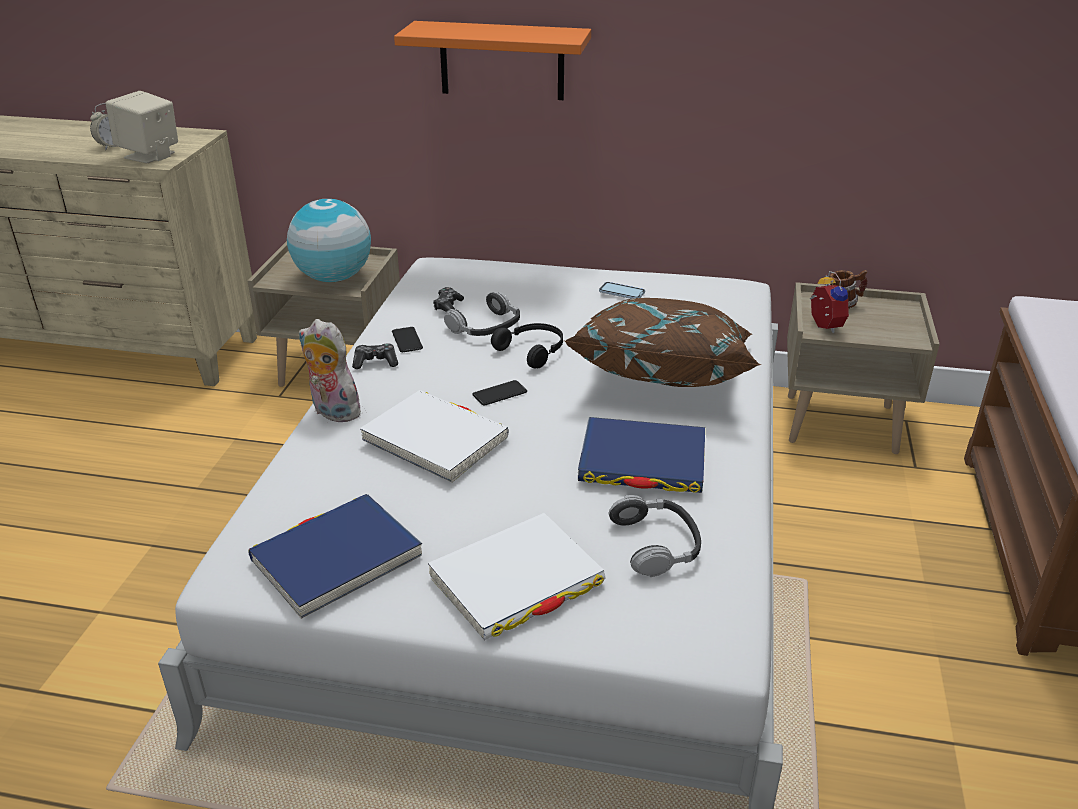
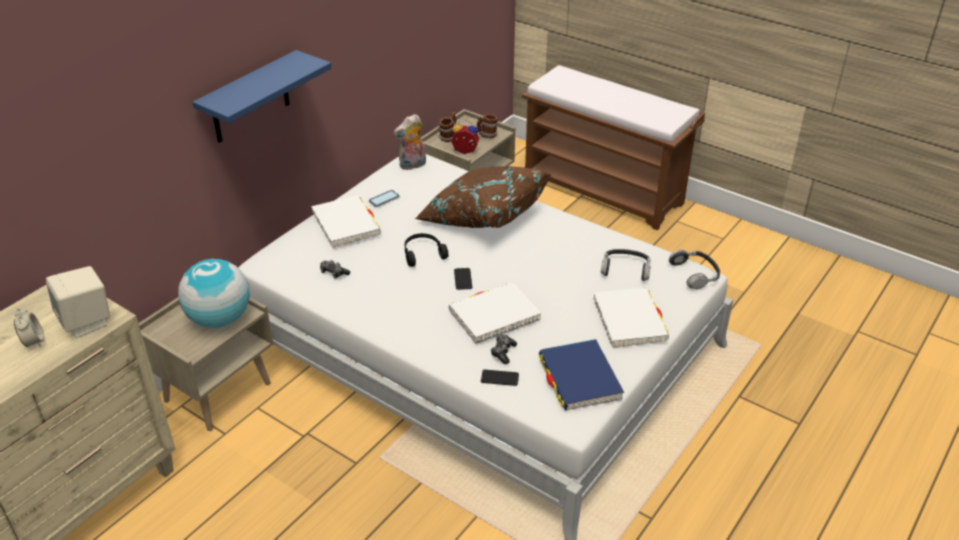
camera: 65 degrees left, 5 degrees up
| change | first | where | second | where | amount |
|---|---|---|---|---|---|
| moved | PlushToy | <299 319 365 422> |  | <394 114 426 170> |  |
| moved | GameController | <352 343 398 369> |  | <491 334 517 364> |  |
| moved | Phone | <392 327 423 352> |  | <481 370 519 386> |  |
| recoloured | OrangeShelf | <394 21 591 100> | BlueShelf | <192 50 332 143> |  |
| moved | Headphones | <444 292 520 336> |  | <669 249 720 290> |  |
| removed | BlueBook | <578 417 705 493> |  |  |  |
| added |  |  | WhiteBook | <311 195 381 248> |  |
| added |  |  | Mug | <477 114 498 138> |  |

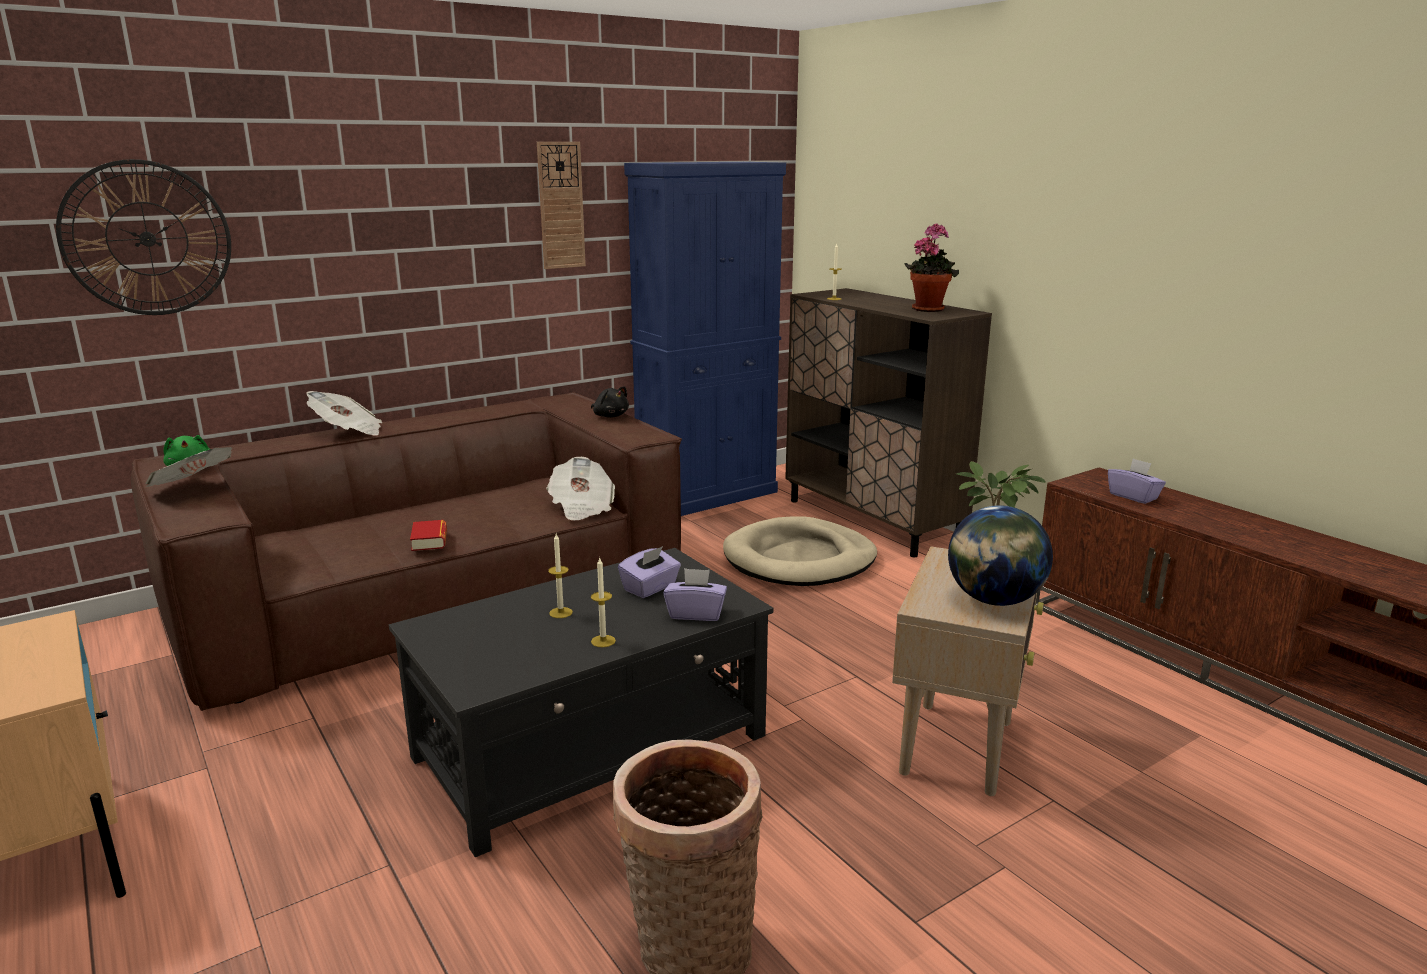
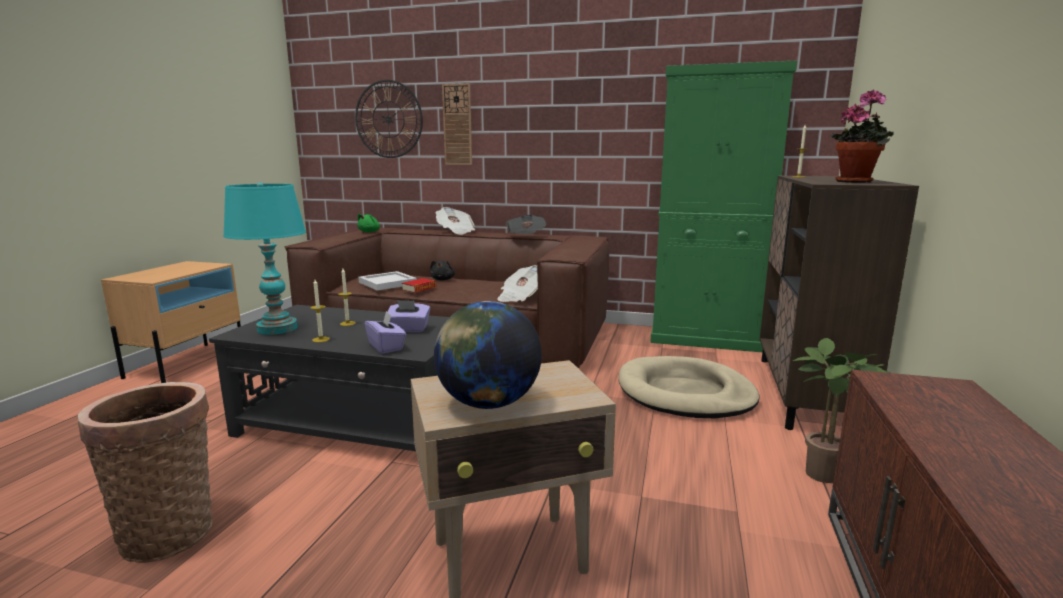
camera: 50 degrees right, 5 degrees down
| change | first | where | second | where | amount |
|---|---|---|---|---|---|
| moved | Newspaper | <145 447 232 487> |  | <506 215 547 234> |  |
| moved | WallClock | <537 142 586 269> |  | <442 83 472 165> |  |
| moved | BlackPlushToy | <591 386 629 418> |  | <430 260 455 280> |  |
| recoloured | BlueCabinet | <624 162 786 516> | GreenCabinet | <650 60 797 352> |  |
| removed | PurpleTissueBox | <1108 458 1166 504> |  |  |  |
| added |  |  | TurquoiseTableLamp | <223 183 306 335> |  |
| added |  |  | WhiteTray | <359 271 417 291> |  |

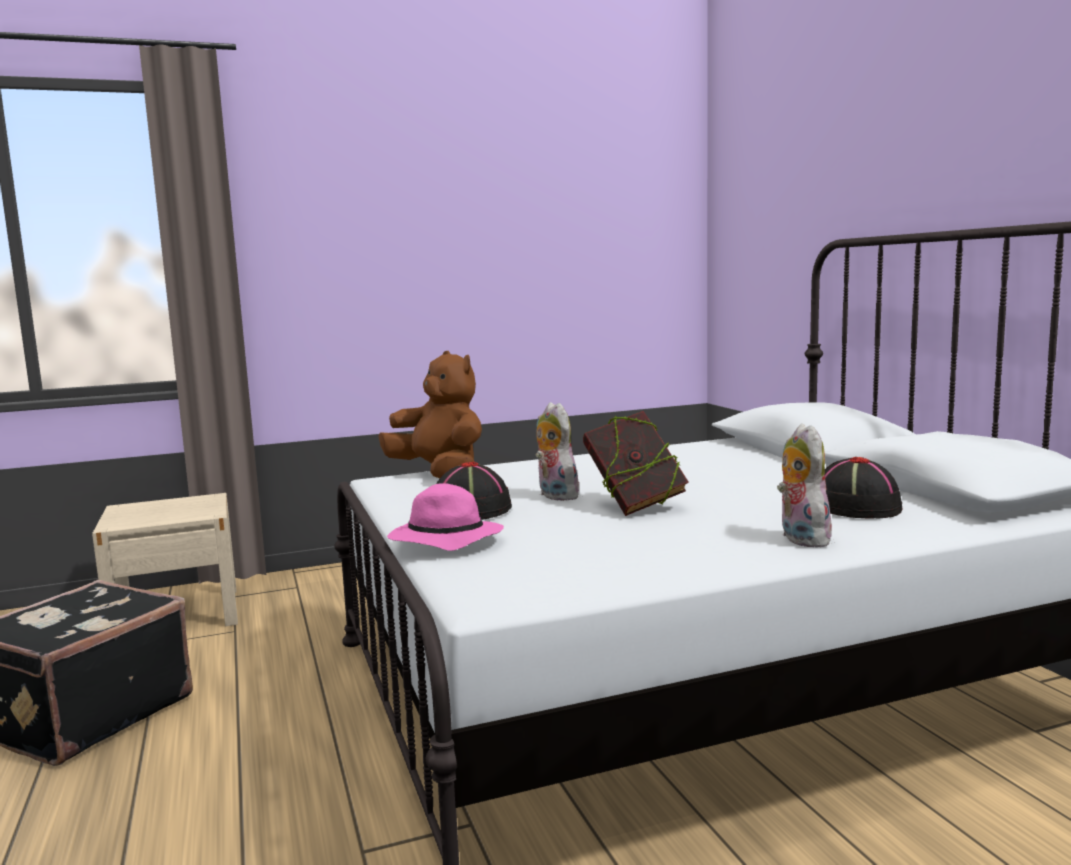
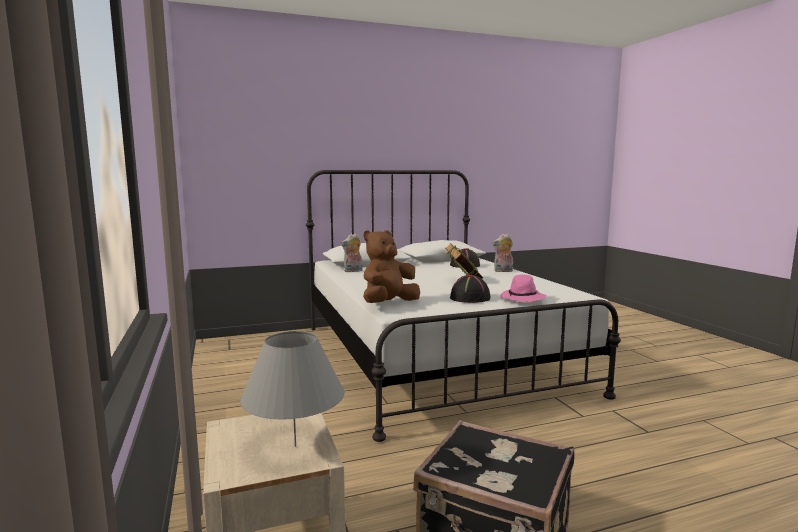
camera: 90 degrees left, 0 degrees up
| change | first | where | second | where | amount |
|---|---|---|---|---|---|
| moved | PlushToy | <536 402 579 501> |  | <341 233 362 272> |  |
| added |  |  | GreyTableLamp | <240 331 345 447> |  |

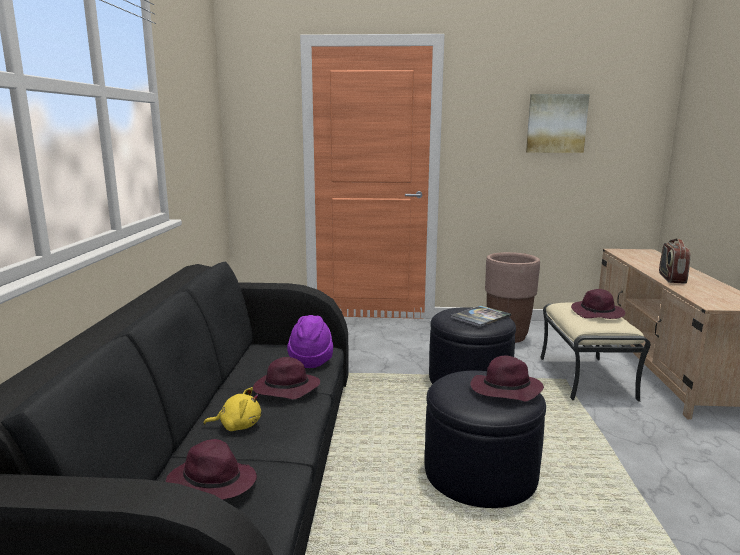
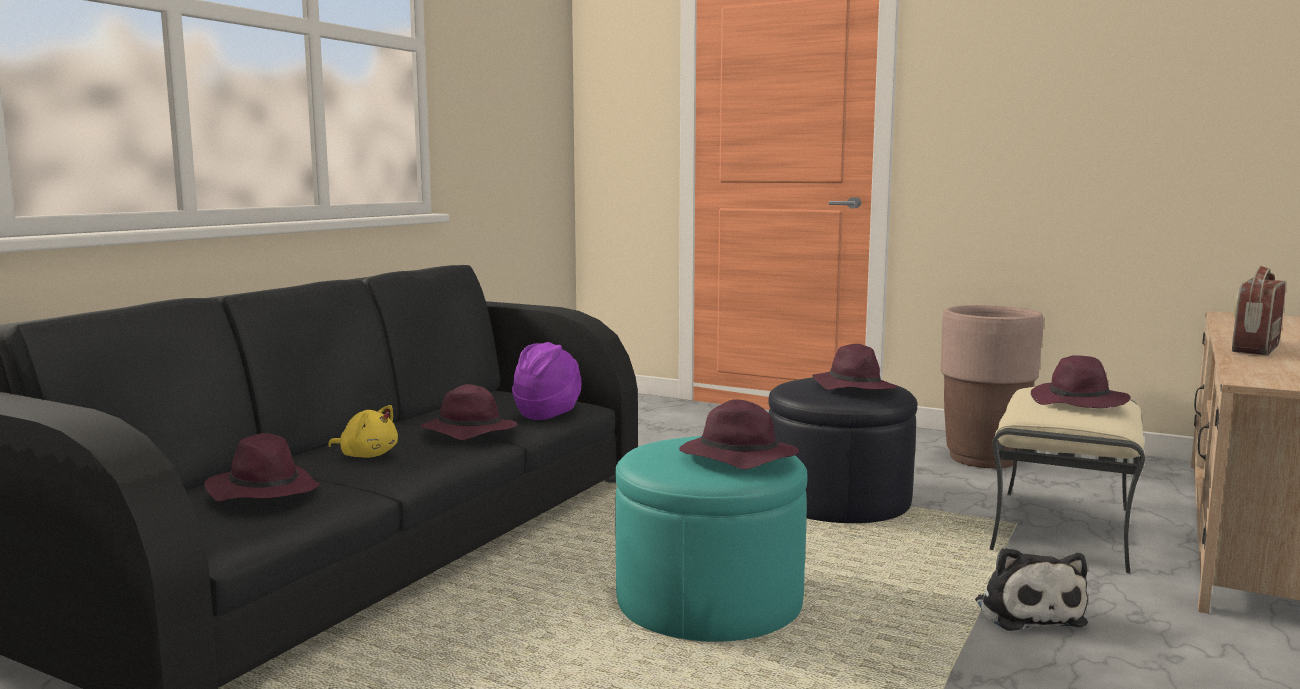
camera: 25 degrees right, 5 degrees down
| change | first | where | second | where | amount |
|---|---|---|---|---|---|
| recoloured | BlackOttoman | <425 371 546 508> | TurquoiseOttoman | <615 436 808 642> |  |
| replaced | Book | <451 305 511 327> | PurpleHat | <812 344 897 390> |  |
| removed | Picture | <526 94 590 153> |  |  |  |
| added |  |  | PlushToy | <975 547 1088 631> |  |

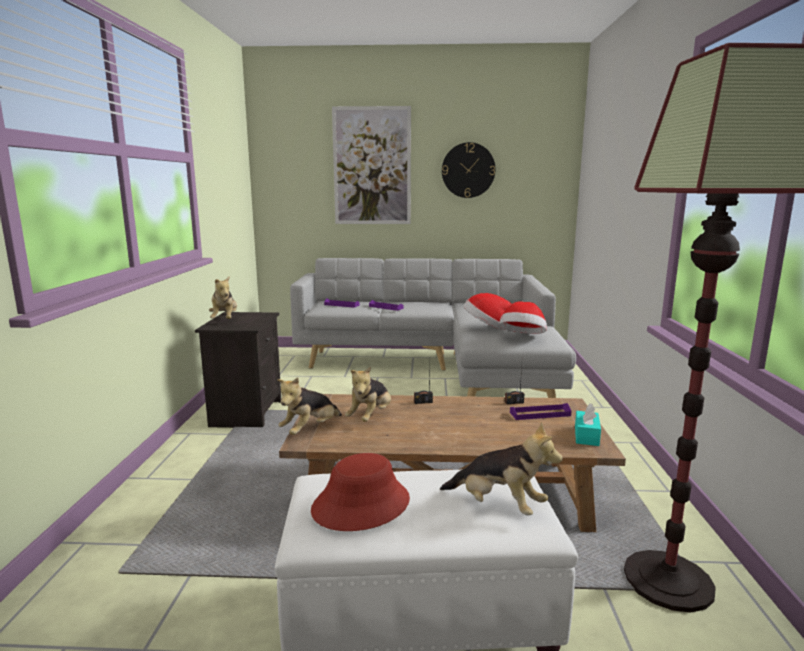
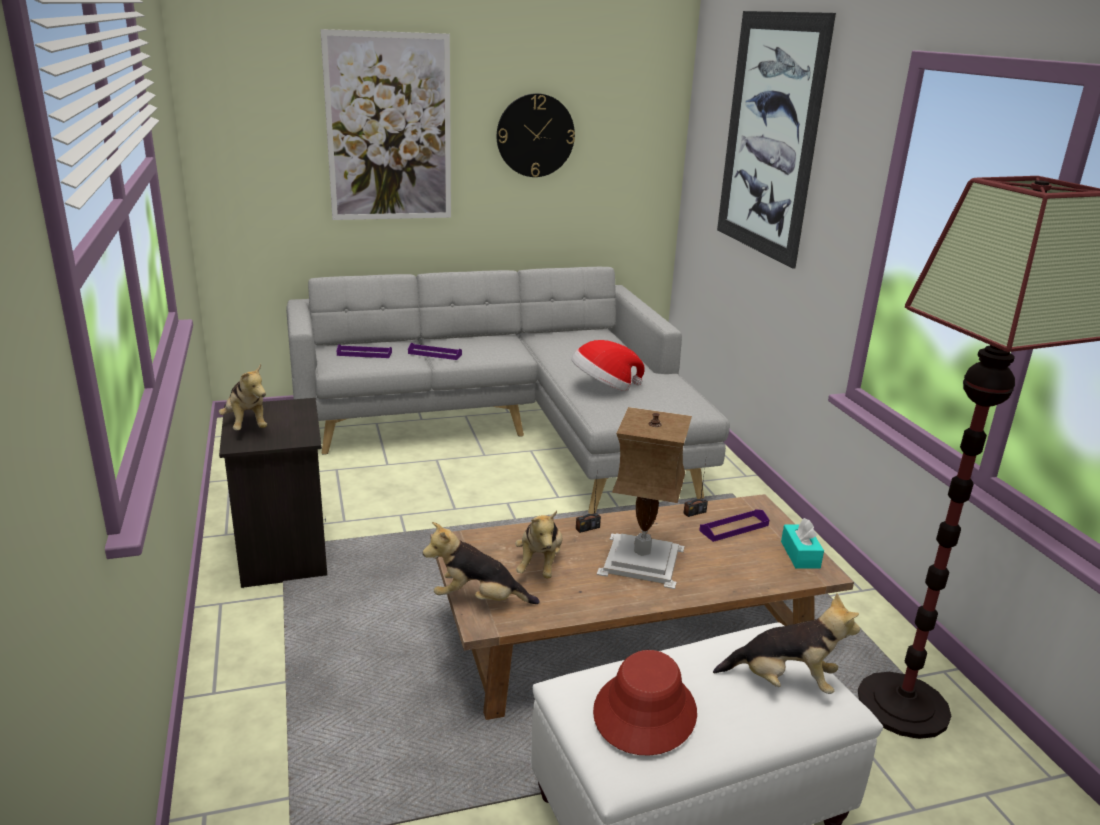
camera: 20 degrees left, 10 degrees up
| change | first | where | second | where | amount |
|---|---|---|---|---|---|
| turned | PlushToy | <277 378 342 435> |  | <423 522 540 604> | 75 degrees clockwise |
| removed | Hat | <499 301 547 334> |  |  |  |
| added |  |  | TableLamp | <596 407 692 589> |  |
| added |  |  | Picture | <717 11 836 269> |  |

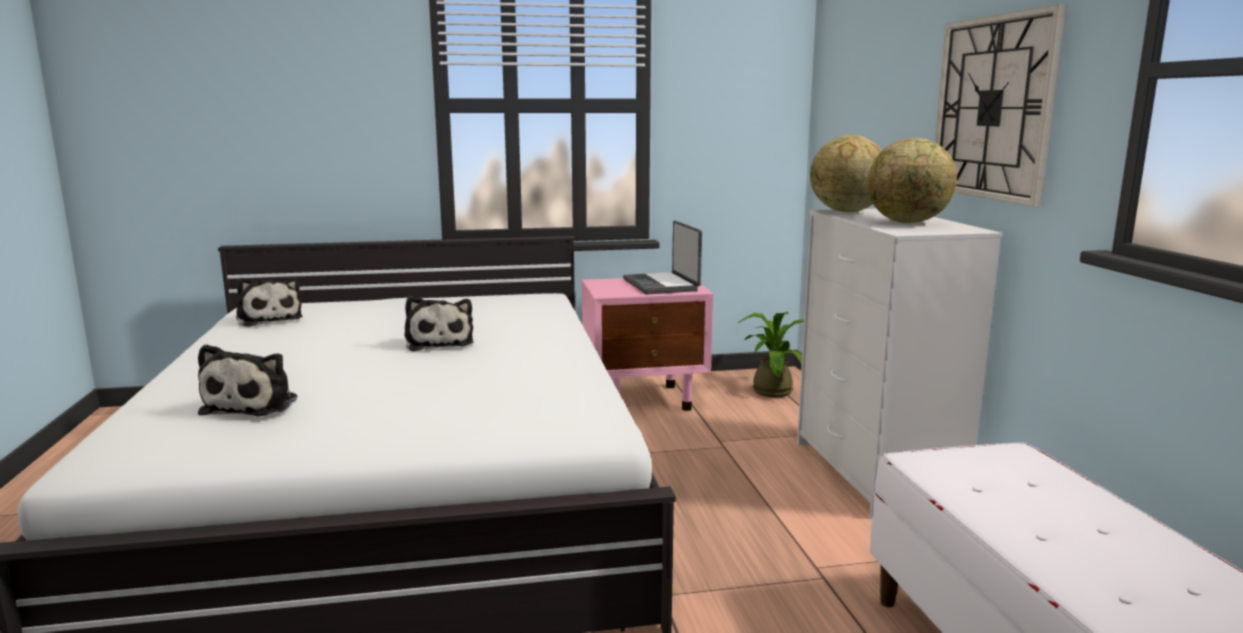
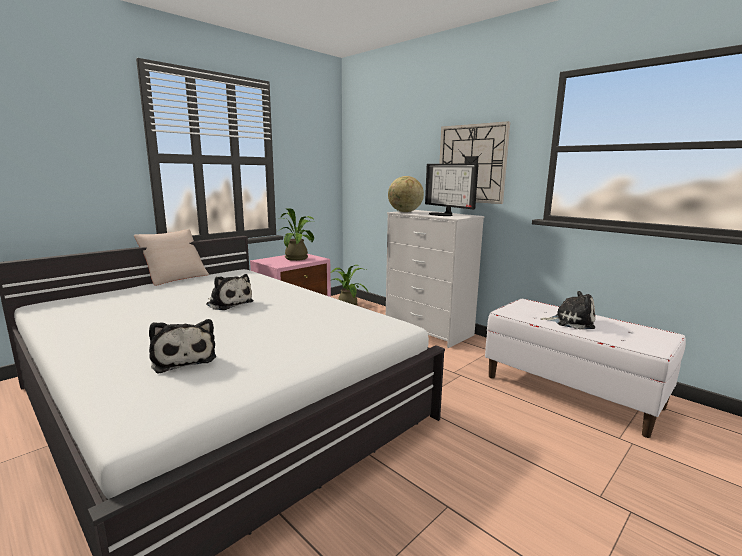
camera: 35 degrees left, 0 degrees up
| change | first | where | second | where | amount |
|---|---|---|---|---|---|
| moved | PlushToy | <236 278 303 327> |  | <540 291 596 329> |  |
| replaced | Laptop | <623 221 702 294> | PottedPlant | <277 208 314 261> |  |
| replaced | Globe | <867 138 957 223> | Monitor | <425 163 479 216> |  |
| added |  |  | BeigePillow | <134 229 209 286> |  |

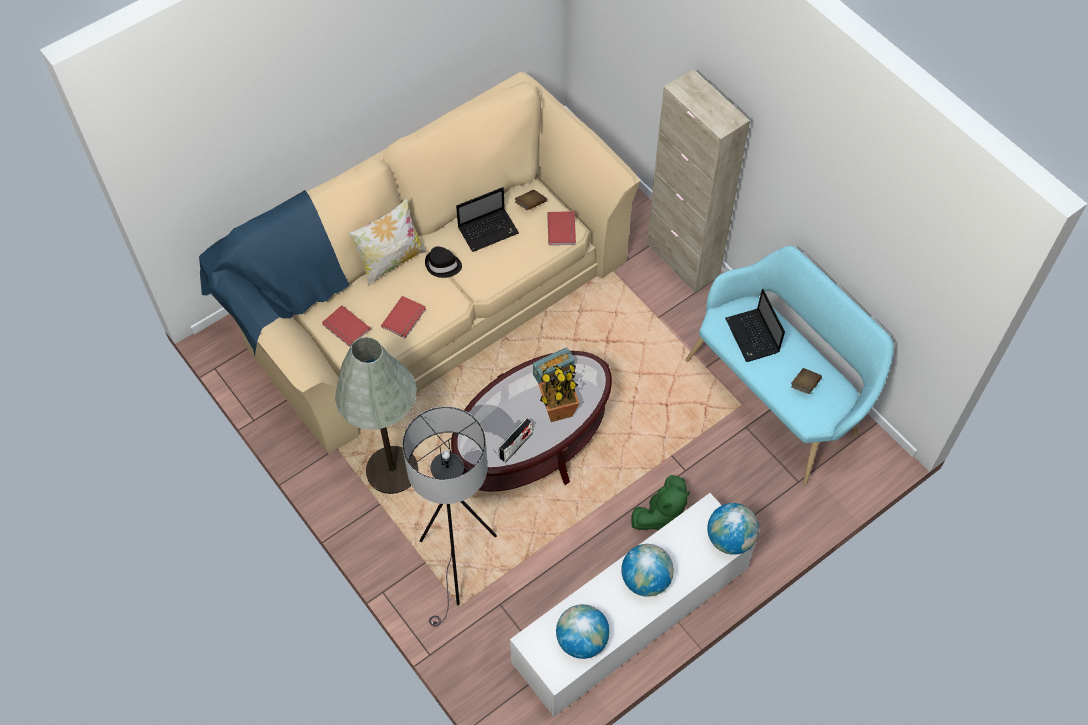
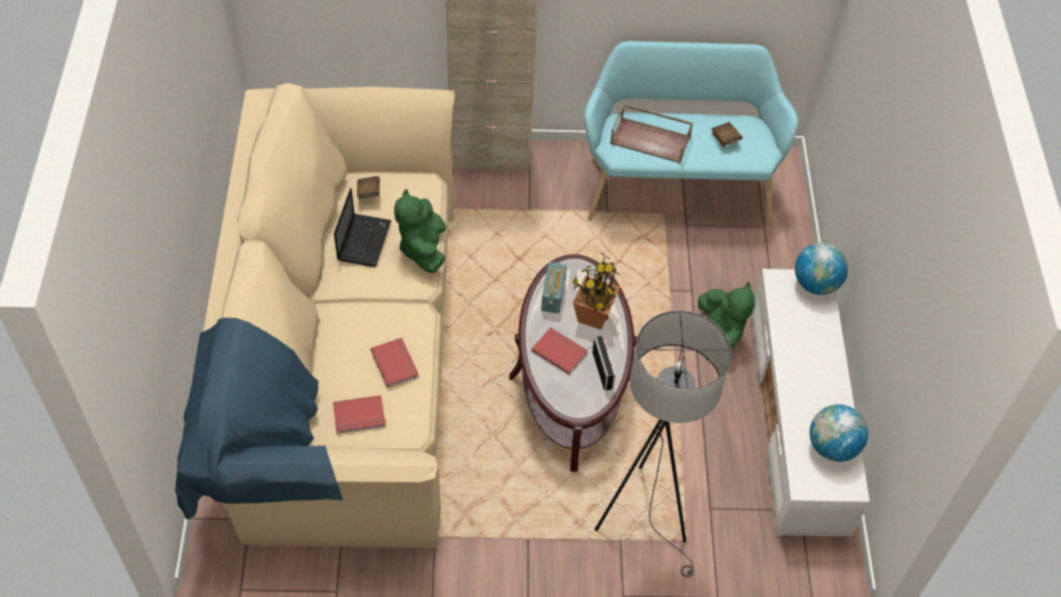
camera: 55 degrees left, 5 degrees down
| change | first | where | second | where | amount |
|---|---|---|---|---|---|
| removed | GreyFloorLamp | <335 337 418 494> |  |  |  |
| removed | Pillow | <348 198 426 286> |  |  |  |
| removed | BlackHat | <425 246 462 278> |  |  |  |
| moved | RedBook | <547 211 576 245> |  | <531 327 588 374> |  |
| removed | Globe | <621 544 674 597> |  |  |  |
| replaced | Laptop | <725 289 785 362> | BrownTray | <610 104 693 163> |  |
| added |  |  | GreenPlushToy | <394 189 446 273> |  |

